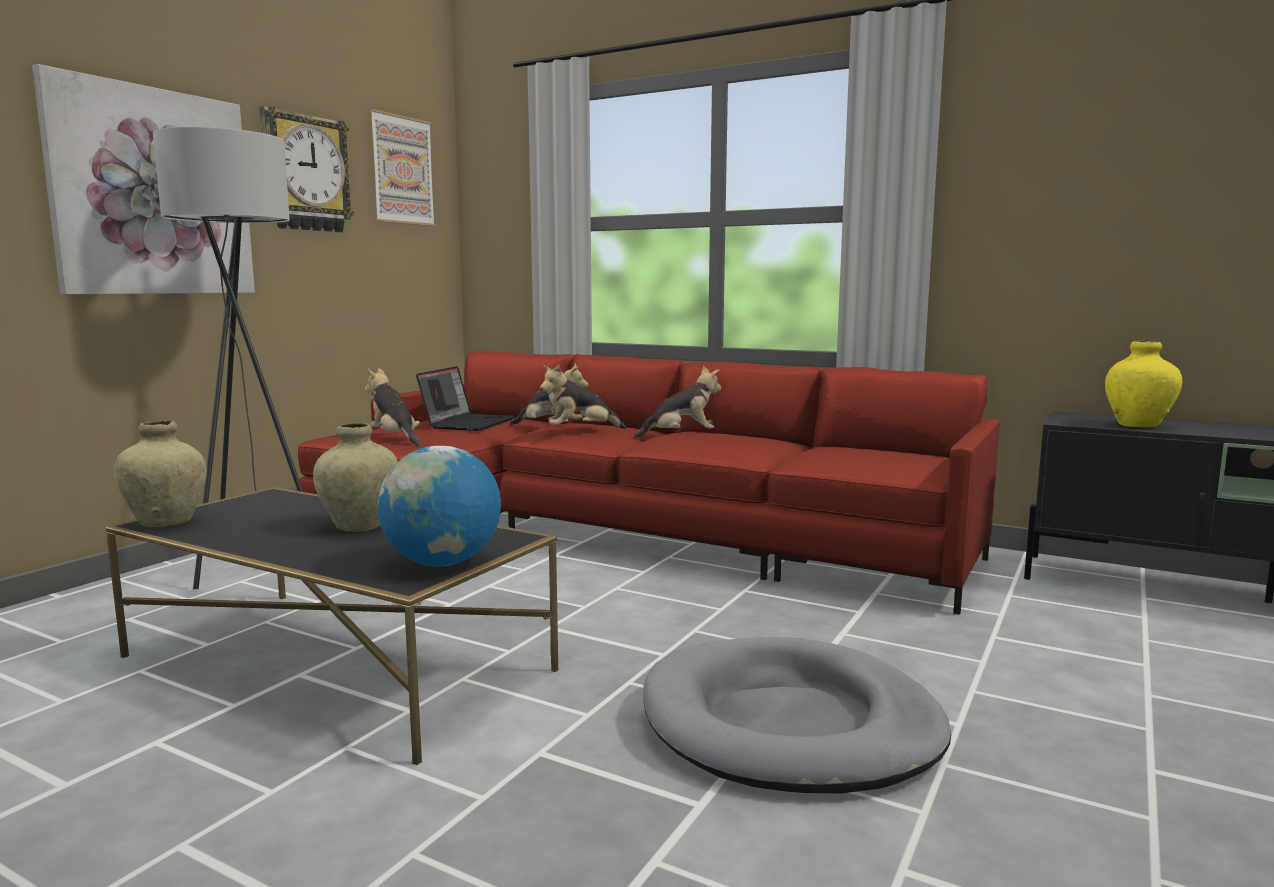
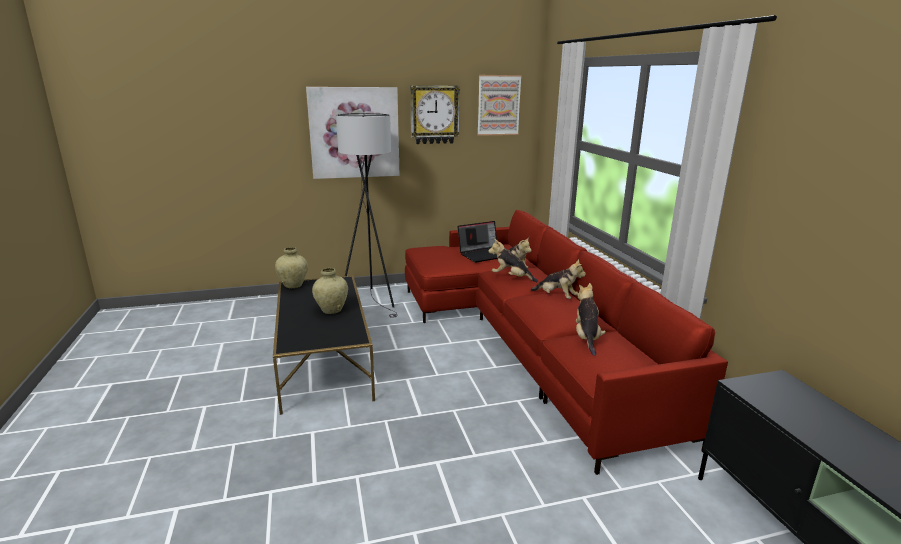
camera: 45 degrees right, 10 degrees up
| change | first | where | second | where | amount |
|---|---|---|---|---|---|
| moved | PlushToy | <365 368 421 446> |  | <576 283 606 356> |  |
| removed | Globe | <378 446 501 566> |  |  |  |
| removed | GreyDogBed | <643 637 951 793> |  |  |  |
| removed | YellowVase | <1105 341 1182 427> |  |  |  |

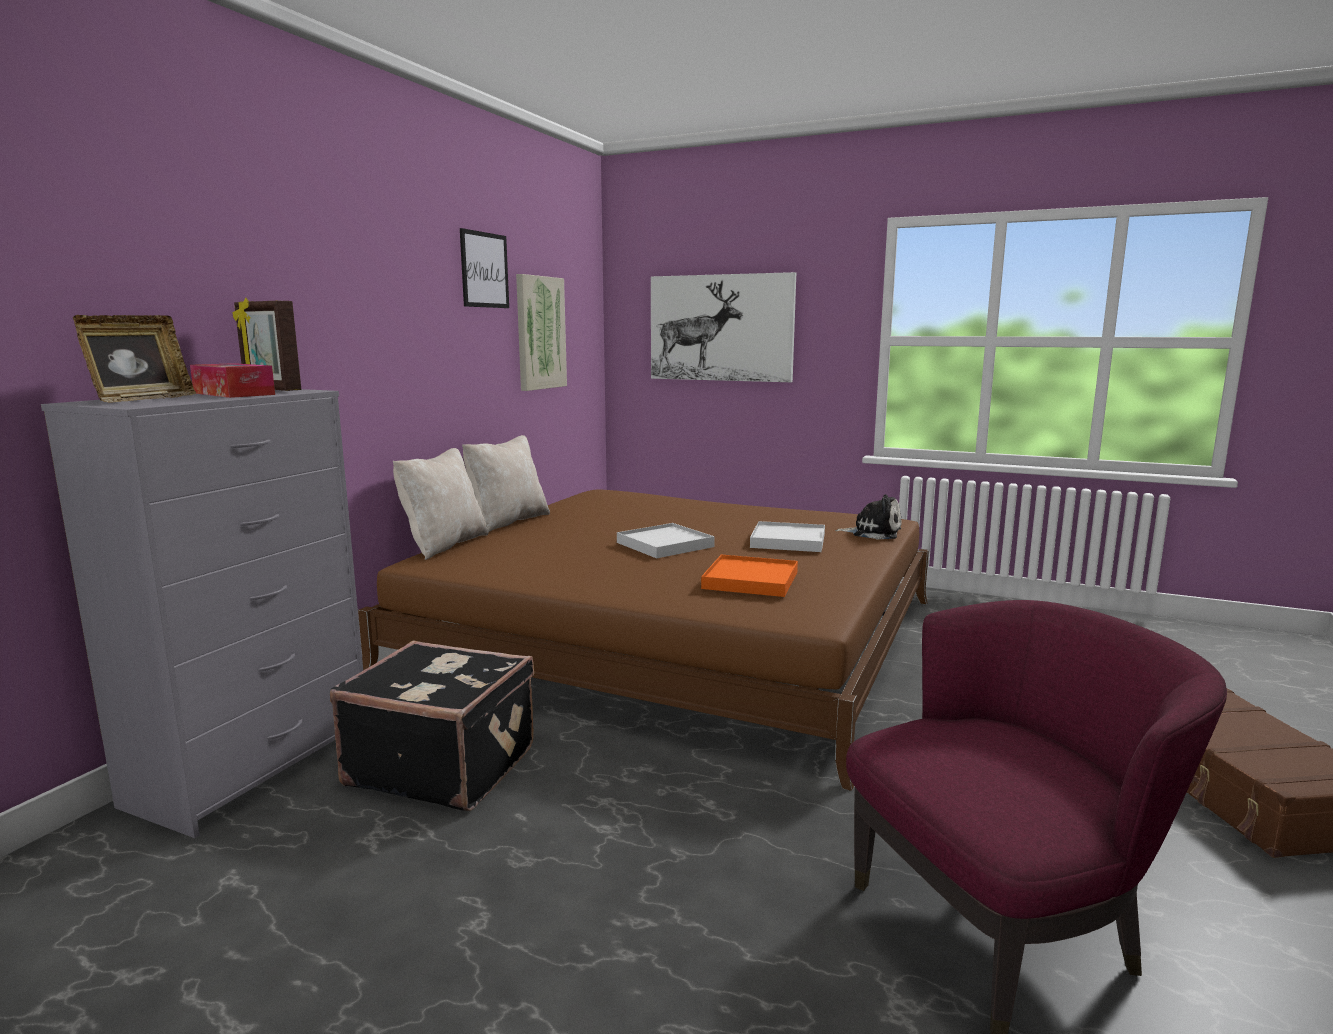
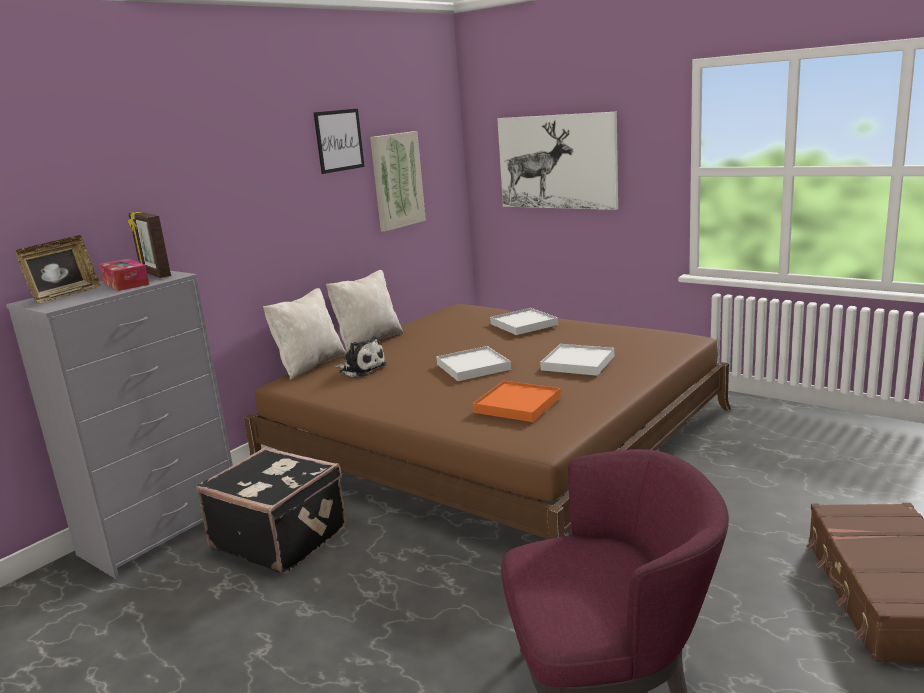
camera: 15 degrees right, 5 degrees up
| change | first | where | second | where | amount |
|---|---|---|---|---|---|
| moved | PlushToy | <835 494 902 540> |  | <335 336 387 377> |  |
| added |  |  | WhiteTray | <490 308 558 335> |  |

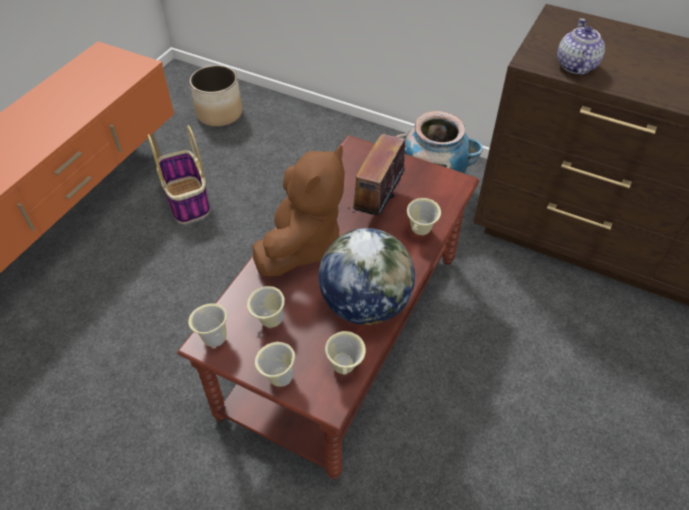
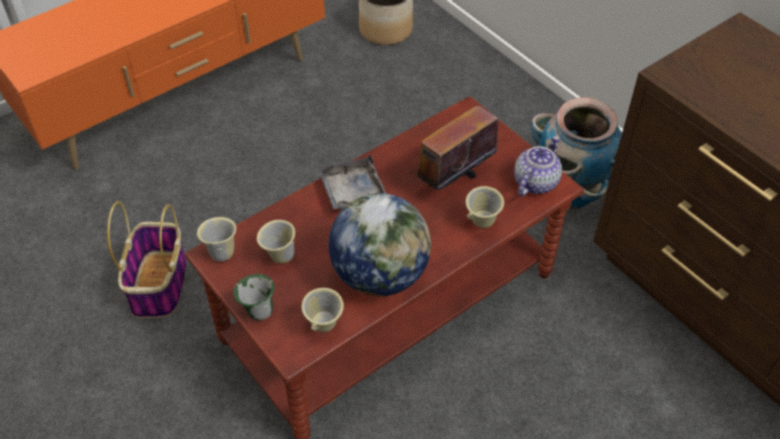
camera: 25 degrees right, 0 degrees up
| change | first | where | second | where | amount |
|---|---|---|---|---|---|
| moved | Basket | <148 125 210 224> |  | <107 201 187 318> |  |
| replaced | BrownPlushToy | <253 146 345 276> | GreyTray | <318 154 386 210> |  |
| recoloured | BeigeMug | <255 342 295 387> | GreenMug | <233 274 275 321> |  |
| moved | Teapot | <557 18 605 75> |  | <514 136 562 196> |  |

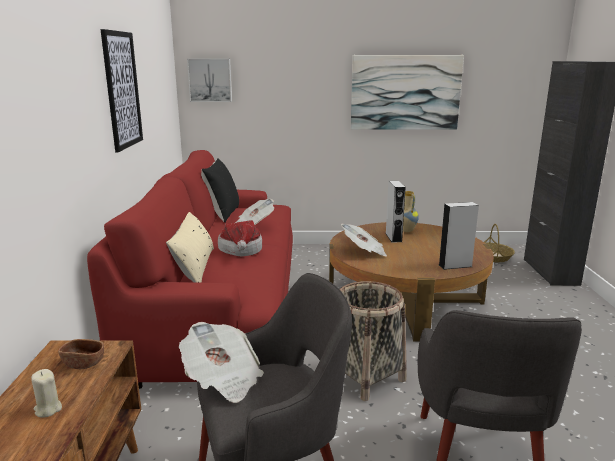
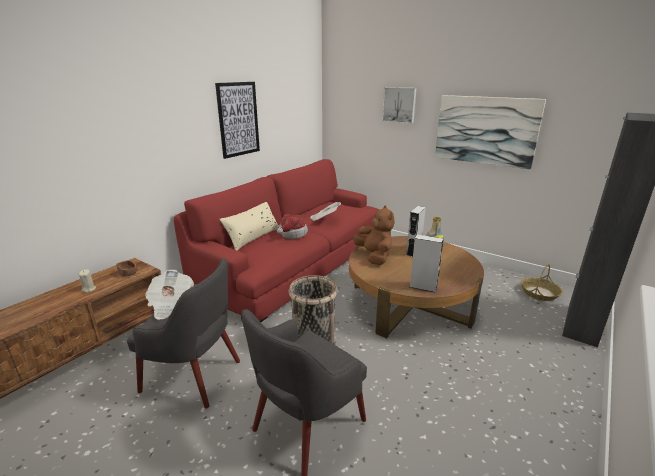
camera: 35 degrees right, 5 degrees up
| change | first | where | second | where | amount |
|---|---|---|---|---|---|
| moved | Picture | <187 58 232 102> |  | <382 87 417 124> |  |
| removed | BlackPillow | <201 158 239 223> |  |  |  |
| replaced | Newspaper | <341 224 387 256> | BrownPlushToy | <353 206 394 265> |  |

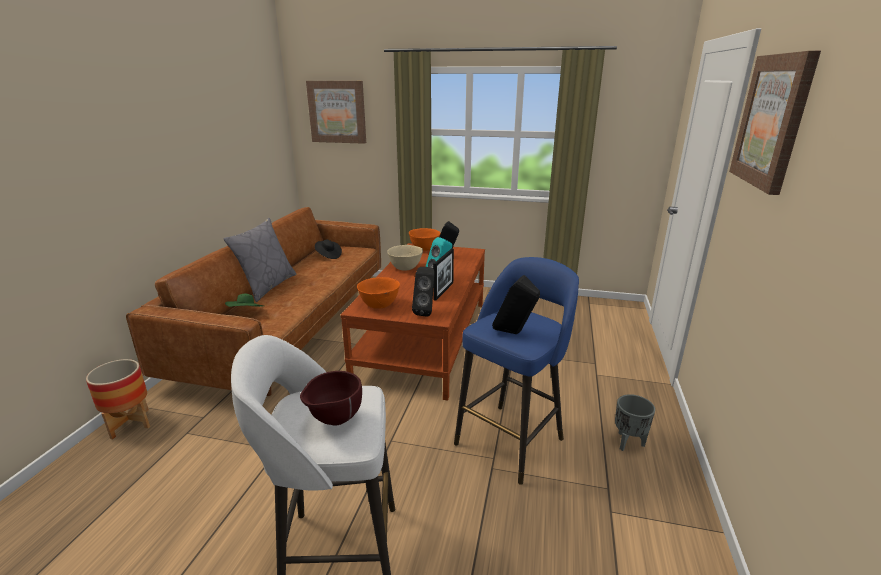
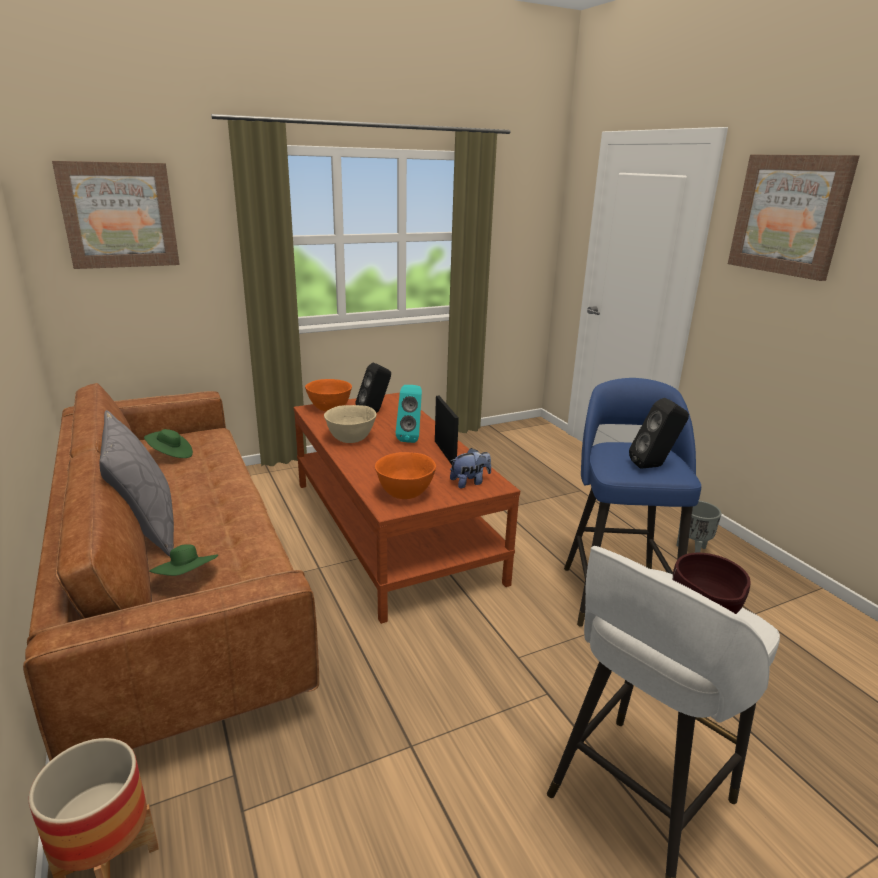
camera: 40 degrees left, 0 degrees up
| change | first | where | second | where | amount |
|---|---|---|---|---|---|
| recoloured | BlackHat | <315 240 342 259> | GreenHat | <144 429 193 458> |  |
| replaced | BlackSpeaker | <412 267 434 317> | PlushToy | <450 448 491 488> |  |

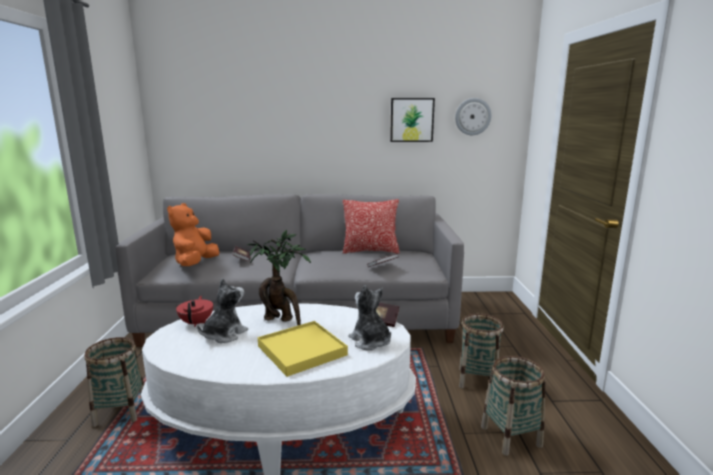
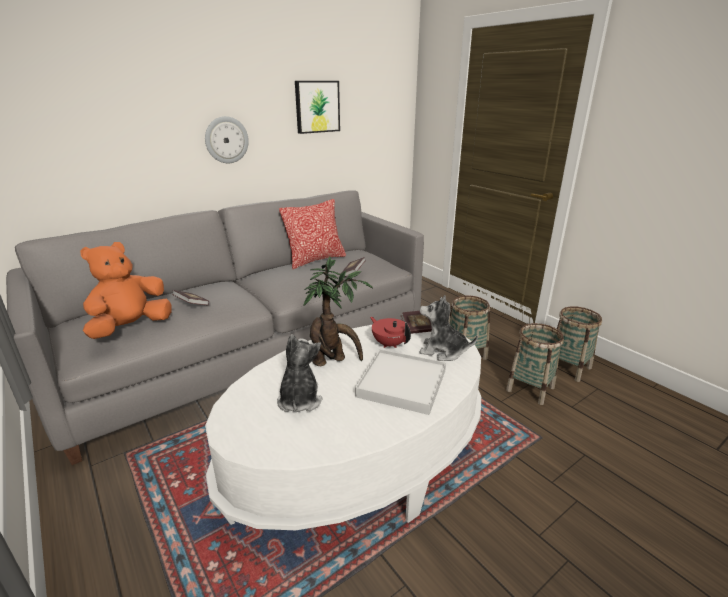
camera: 35 degrees left, 10 degrees up
| change | first | where | second | where | amount |
|---|---|---|---|---|---|
| moved | Basket | <84 337 144 427> |  | <557 306 602 382> |  |
| turned | OrangePlushToy | <167 203 219 266> |  | <80 242 172 339> | 60 degrees clockwise |
| moved | RedTeapot | <176 296 213 327> |  | <370 317 411 348> |  |
| recoloured | YellowTray | <258 321 348 377> | WhiteTray | <355 349 446 415> |  |
| moved | WallClock | <455 98 492 135> |  | <205 116 249 163> |  |

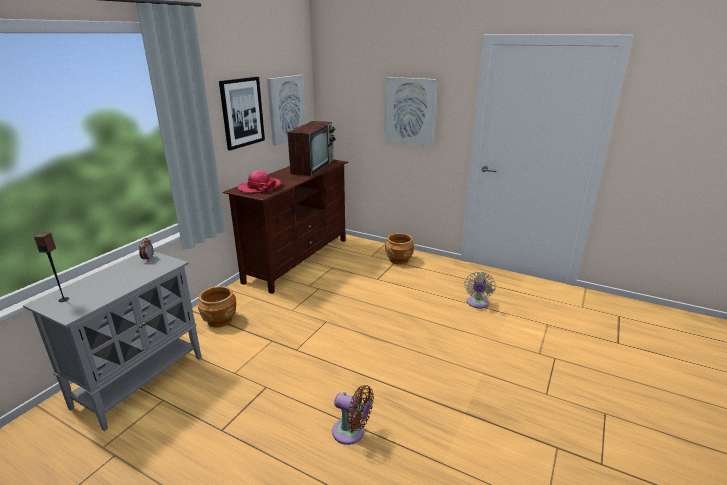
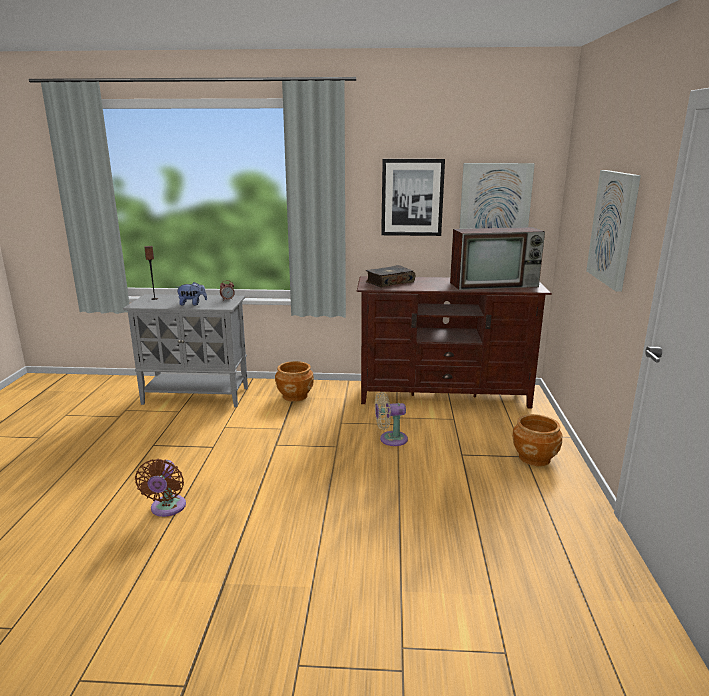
camera: 65 degrees right, 5 degrees down
| change | first | where | second | where | amount |
|---|---|---|---|---|---|
| replaced | Hat | <237 171 281 193> | Book | <366 265 415 287> |  |
| moved | BeigeFan | <464 272 496 309> |  | <375 392 408 446> |  |
| added |  |  | PlushToy | <177 282 207 306> |  |

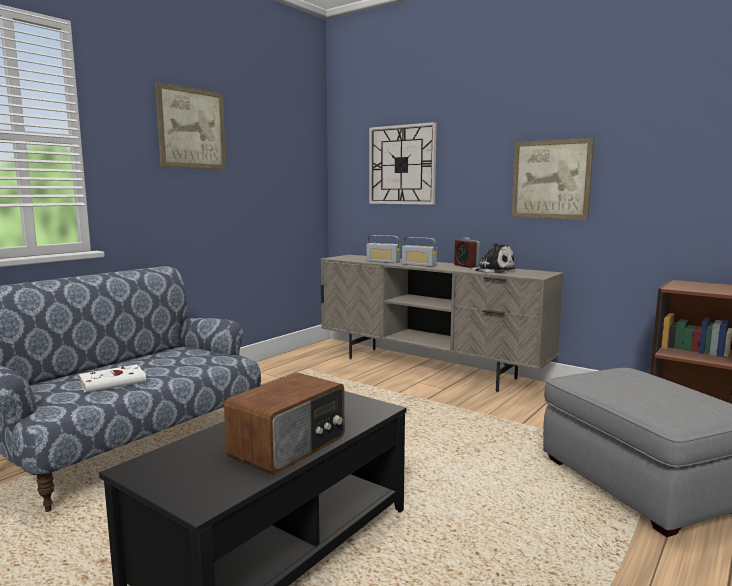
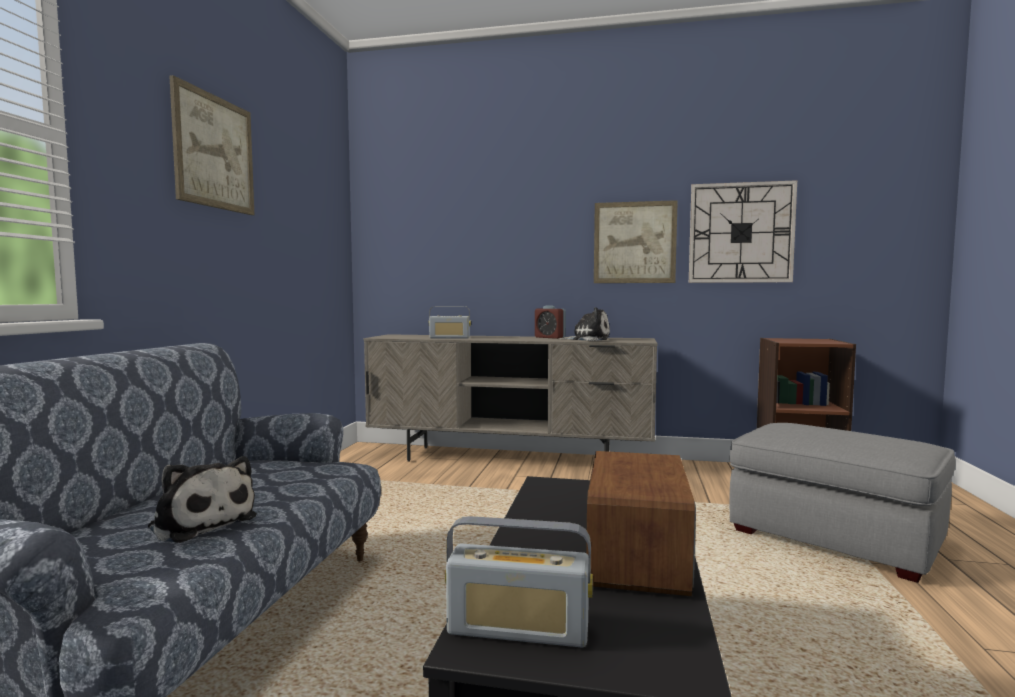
camera: 25 degrees left, 5 degrees down
| change | first | where | second | where | amount |
|---|---|---|---|---|---|
| replaced | WhiteBook | <79 364 153 393> | PlushToy | <148 456 257 543> |  |
| moved | WallClock | <369 122 437 205> |  | <689 180 797 283> |  |
| moved | Radio | <402 237 437 267> |  | <445 516 593 647> |  |

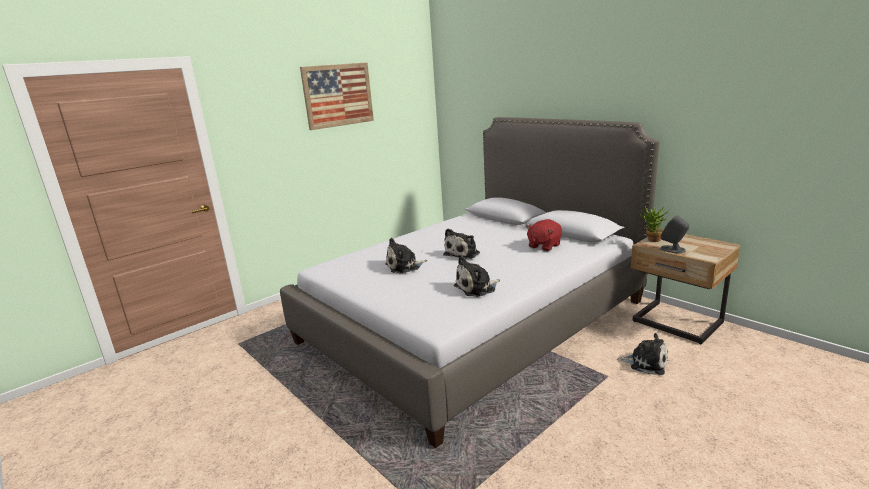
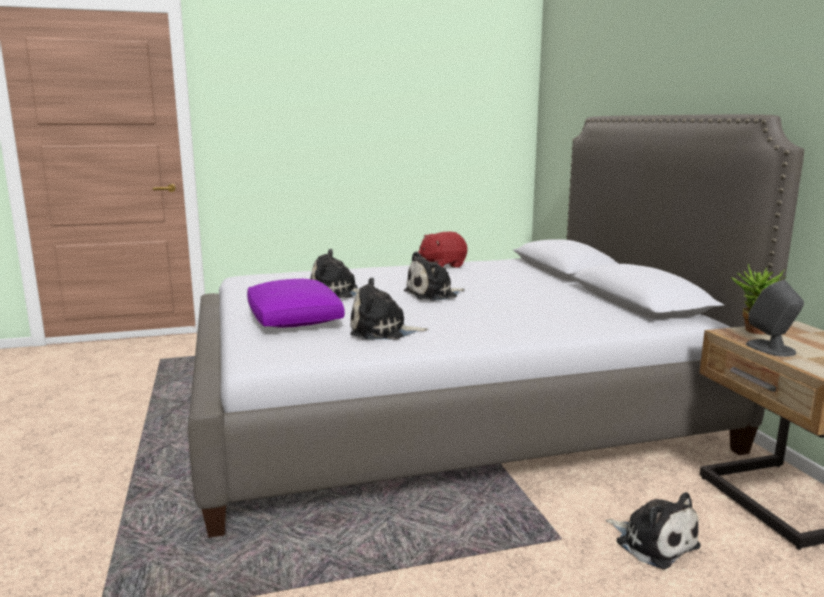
camera: 25 degrees right, 5 degrees down
| change | first | where | second | where | amount |
|---|---|---|---|---|---|
| removed | Picture | <300 62 374 130> |  |  |  |
| moved | RedPlushToy | <526 219 562 251> |  | <418 232 467 268> |  |
| added |  |  | PurplePillow | <247 279 345 328> |  |

